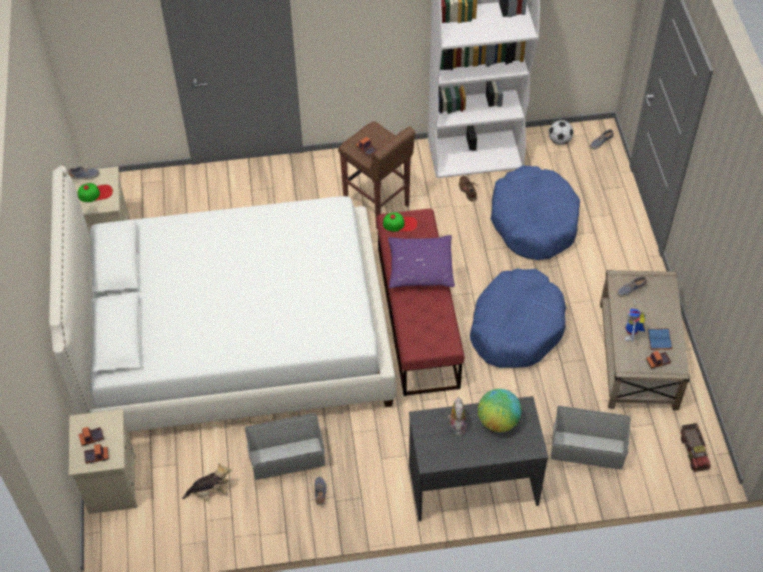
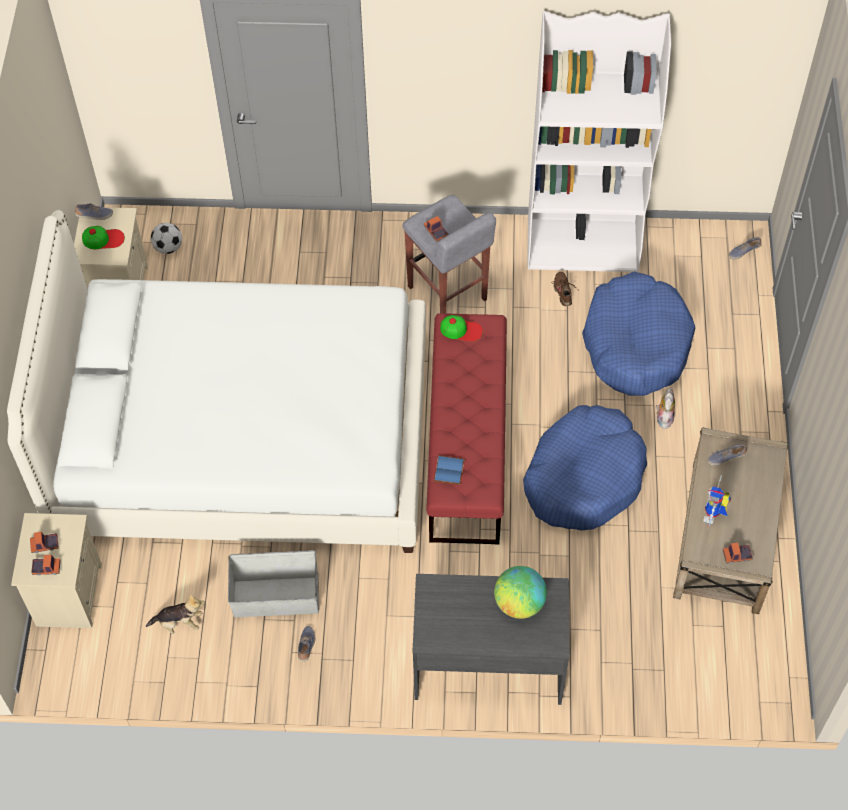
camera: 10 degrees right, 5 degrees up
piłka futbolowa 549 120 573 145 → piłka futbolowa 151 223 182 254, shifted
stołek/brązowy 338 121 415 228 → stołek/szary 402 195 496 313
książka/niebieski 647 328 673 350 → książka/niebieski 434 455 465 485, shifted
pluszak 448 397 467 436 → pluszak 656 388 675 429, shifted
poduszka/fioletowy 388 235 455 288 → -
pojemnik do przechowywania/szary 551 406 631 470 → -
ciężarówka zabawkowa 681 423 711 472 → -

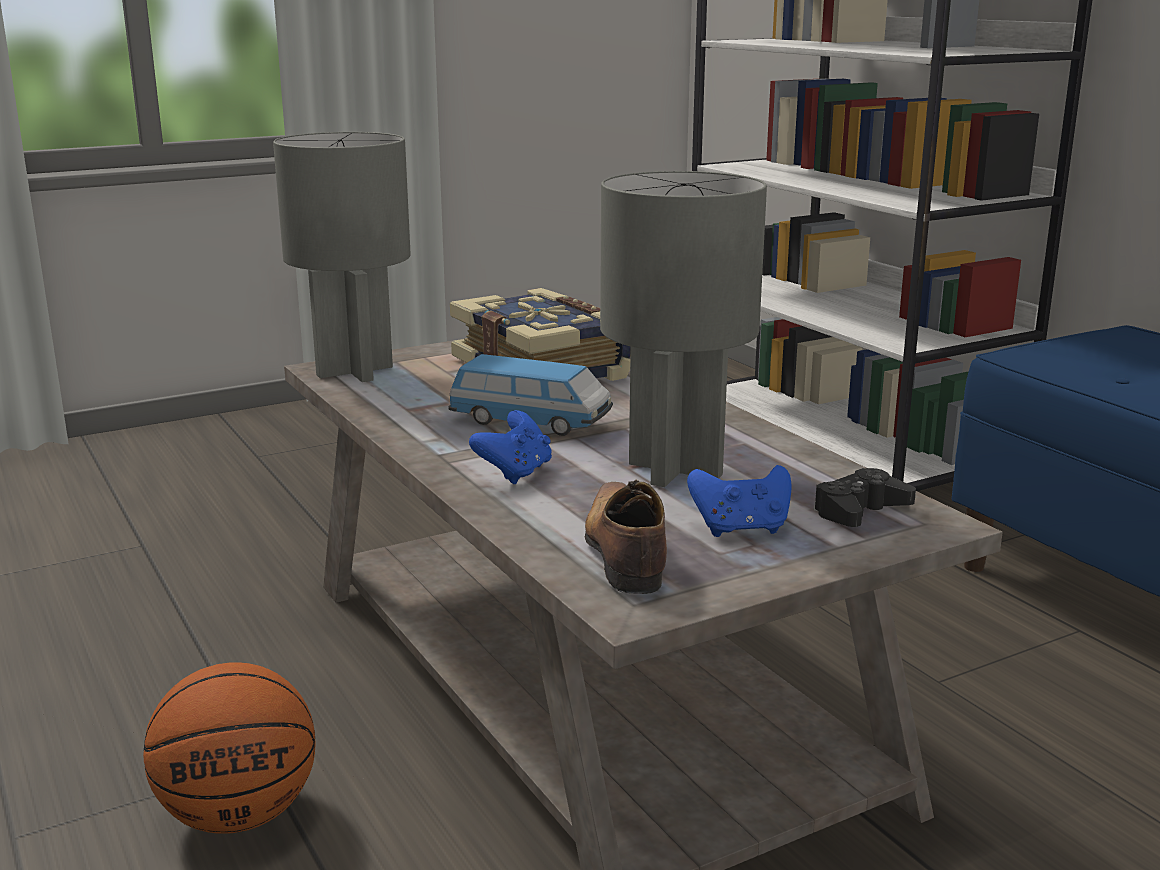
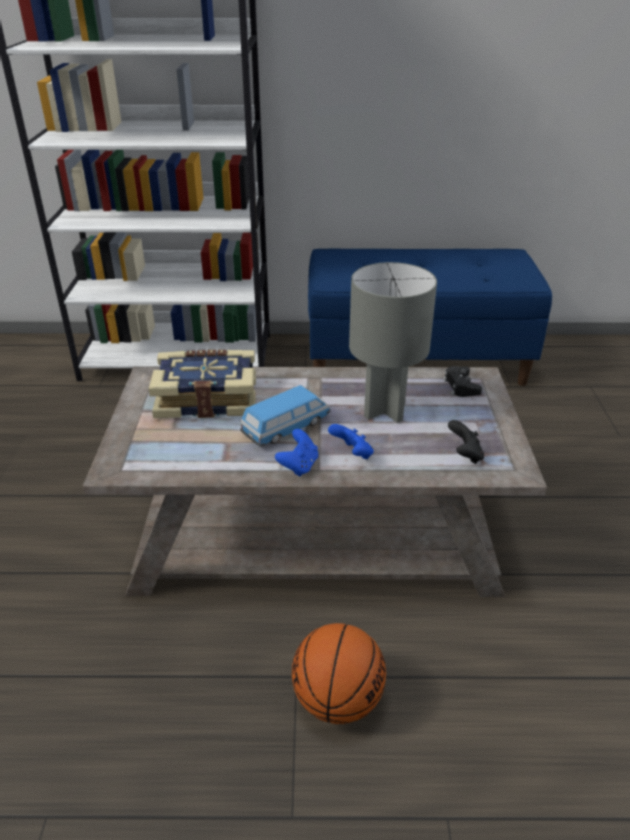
camera: 60 degrees left, 15 degrees up
pad do gier/niebieski 687 465 791 537 → pad do gier/niebieski 275 429 318 477, shifted
but 585 480 667 594 → pad do gier/czarny 448 420 484 464
lampa stołowa/szary 273 132 411 382 → -

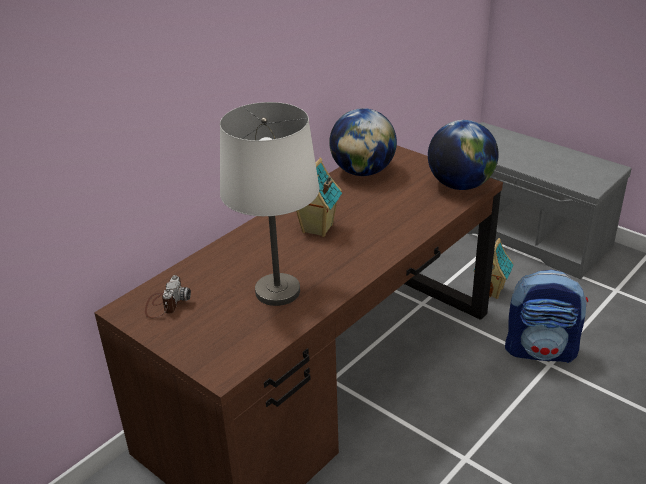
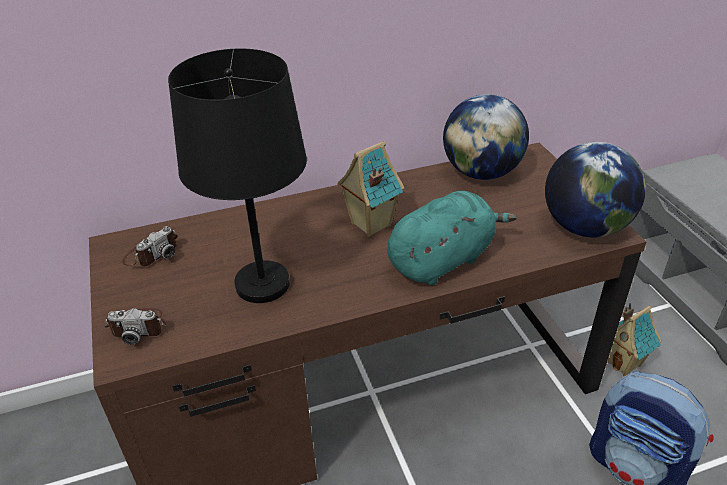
camera: 30 degrees right, 5 degrees up
- → aparat fotograficzny 104 308 167 345
lampa stołowa/biały 220 102 319 306 → lampa stołowa/czarny 168 49 307 303
- → pluszak/turkusowy 387 191 517 285

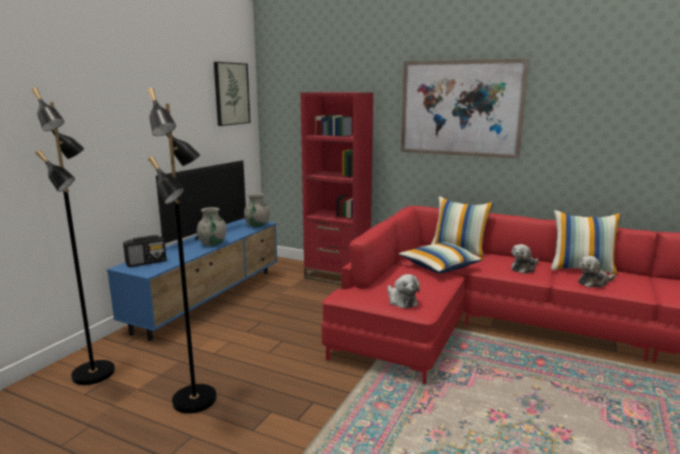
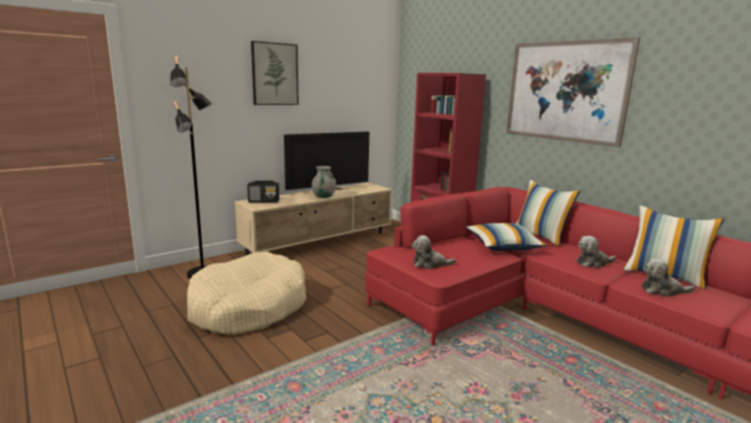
camera: 25 degrees right, 0 degrees up
lampa stojąca/czarny 148 88 217 414 → legowisko/beżowy 187 252 306 335
szafka pod telewizor/niebieski 107 218 278 341 → szafka pod telewizor/beżowy 235 183 392 256
obraz 214 62 251 126 → obraz 251 41 299 105, shifted
pluszak 387 274 420 309 → pluszak 412 235 456 269, 90 degrees clockwise
wazon/szary 244 193 270 227 → -

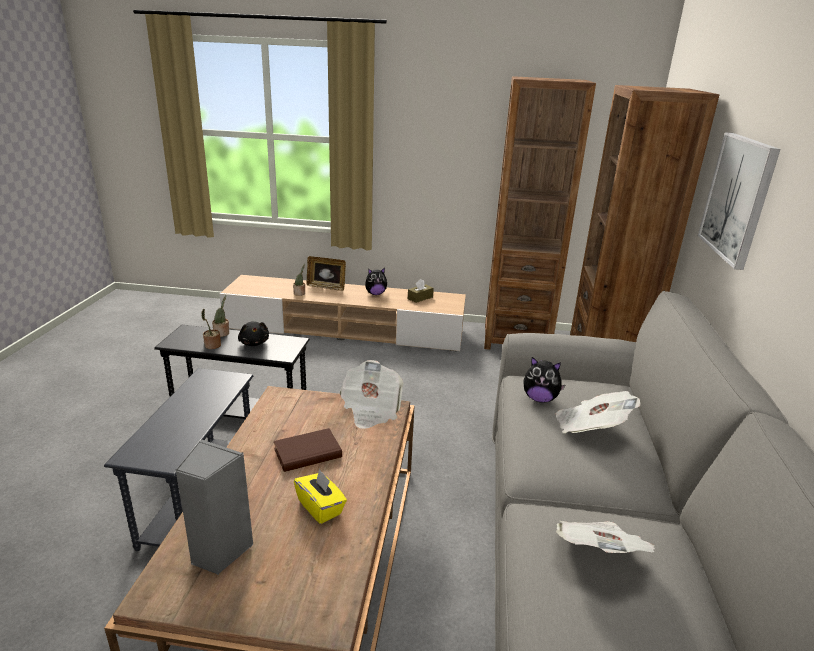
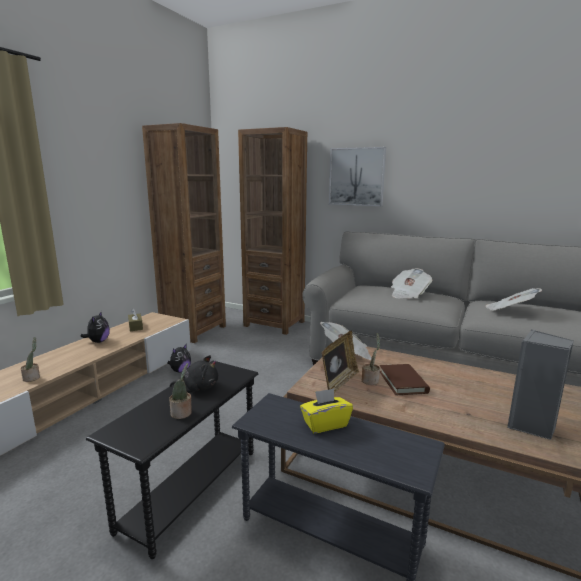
camera: 70 degrees left, 10 degrees down
pluszak 523 357 565 403 → pluszak 167 344 191 373, shifted
pudełko chusteczek/żółty 294 469 347 524 → pudełko chusteczek/żółty 300 388 353 433, shifted
ramka na zdjęcie 306 256 346 291 → ramka na zdjęcie 322 330 359 393, shifted
roślina doniczkowa 212 295 229 337 → roślina doniczkowa 362 333 380 385, shifted

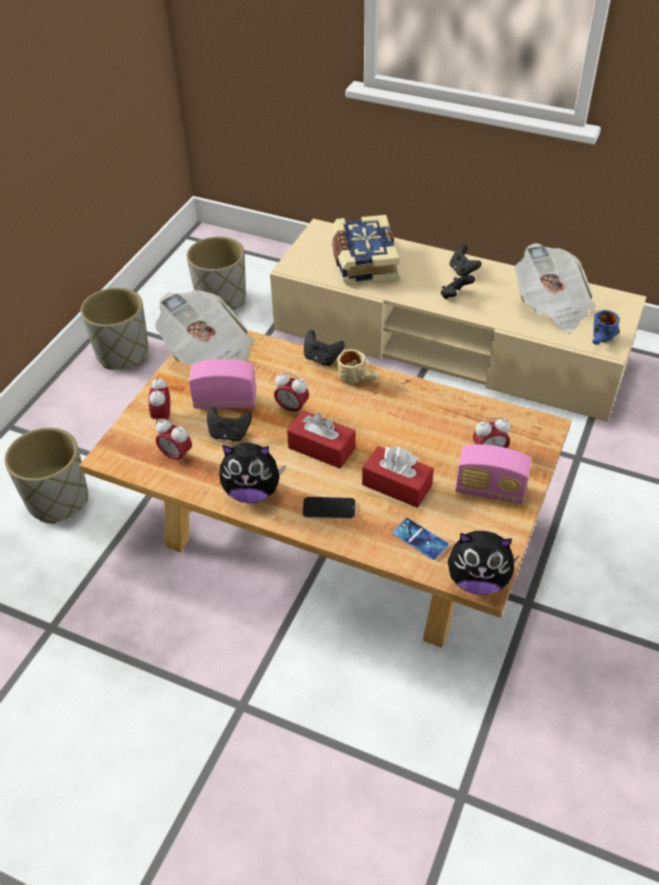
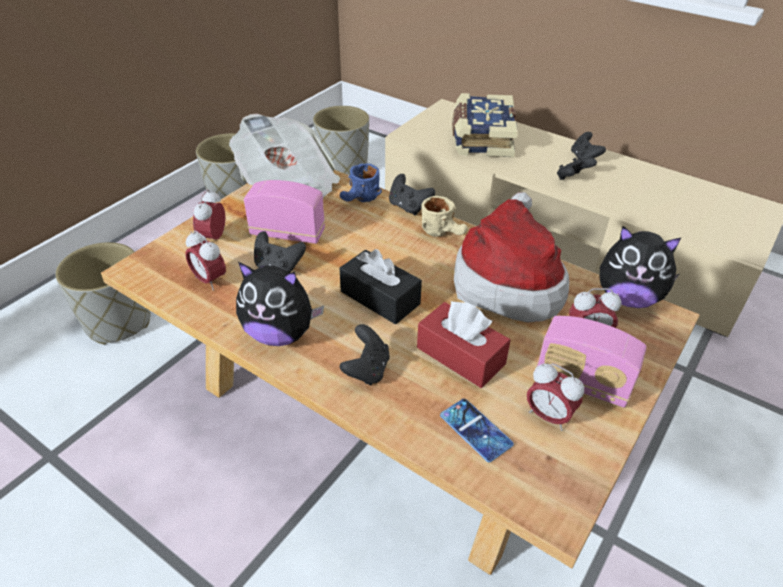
camera: 10 degrees right, 5 degrees down
pudełko chusteczek/czerwony 287 410 356 469 → pudełko chusteczek/czarny 339 249 422 324
kubek/niebieski 592 310 620 345 → kubek/niebieski 340 163 382 202, shifted
telefon 303 497 355 519 → pad do gier/czarny 340 324 390 385
- → kapelusz 454 192 569 322
budzik 274 372 309 414 → budzik 527 363 584 431, shifted
pluszak 448 531 519 595 → pluszak 600 226 681 308, shifted
gazeta 515 243 596 333 → -

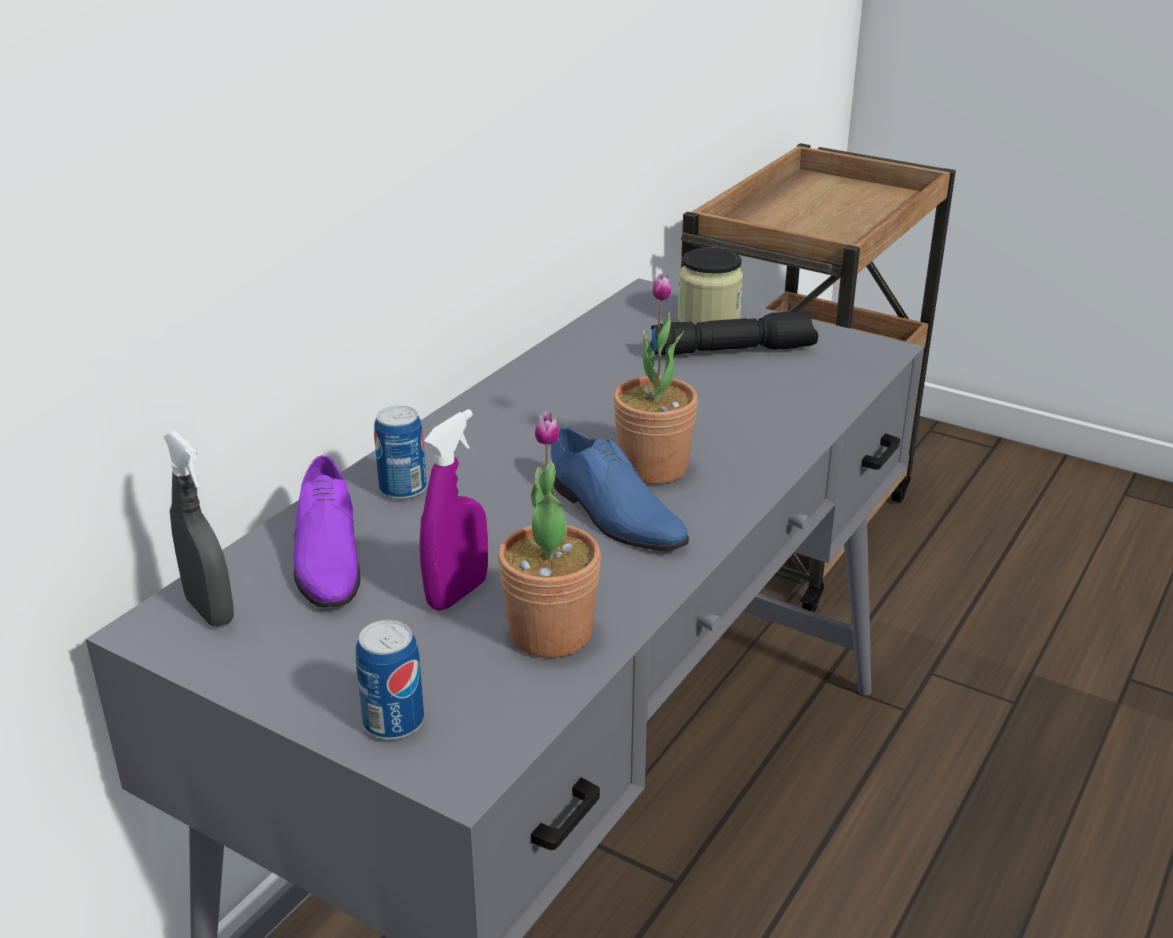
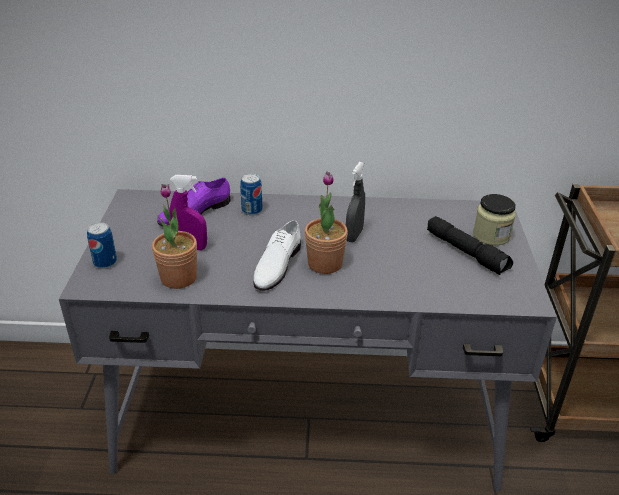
camera: 60 degrees right, 5 degrees up
but/niebieski 551 427 689 551 → but/biały 253 220 301 291
spryskiwacz/szary 164 431 234 627 → spryskiwacz/szary 346 162 365 242, shifted

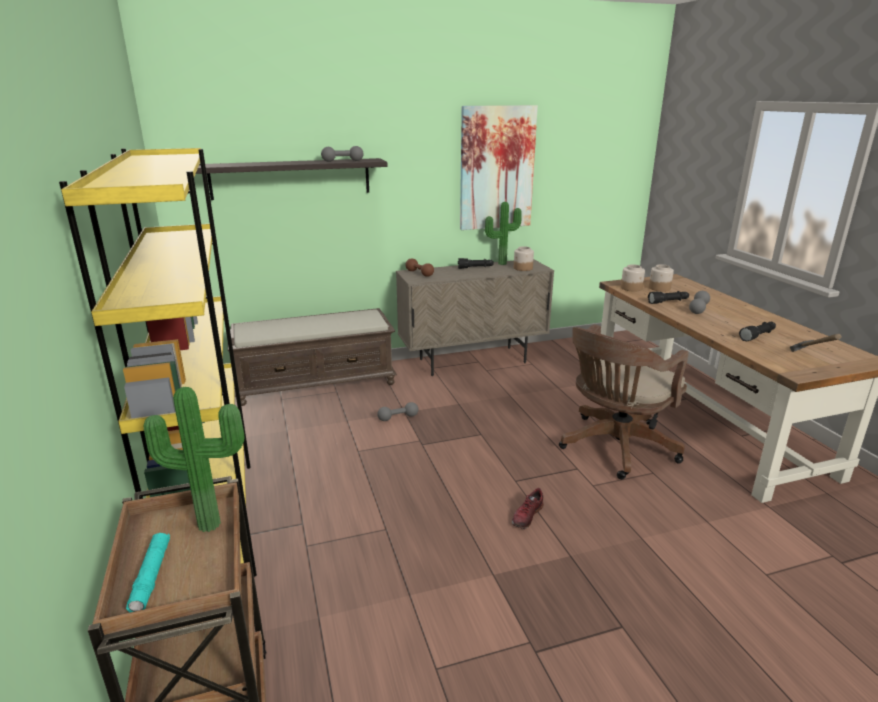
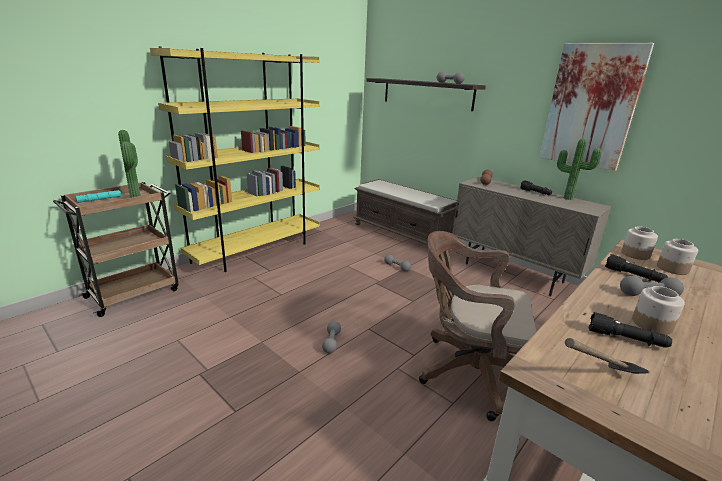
camera: 60 degrees right, 0 degrees up
but 512 488 544 529 → hantel/szary 322 321 341 353
słoik 514 246 534 271 → słoik 632 286 685 335, shifted

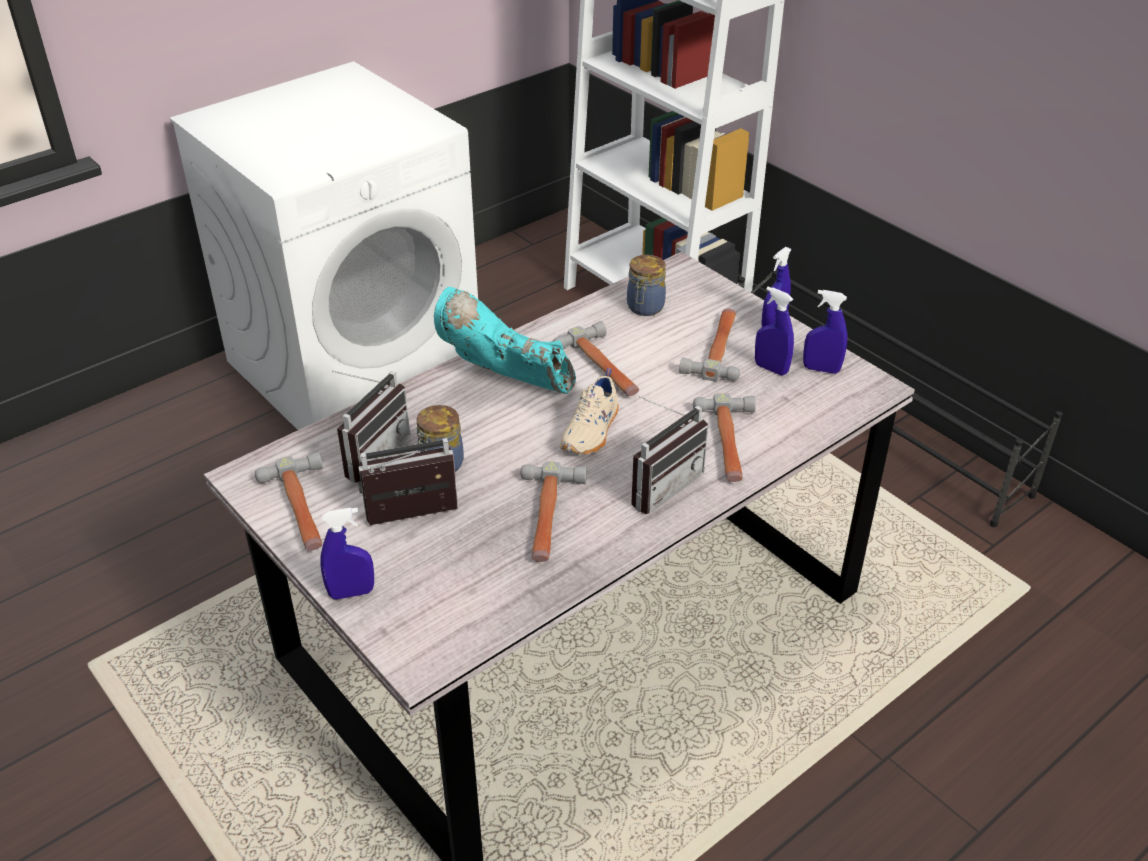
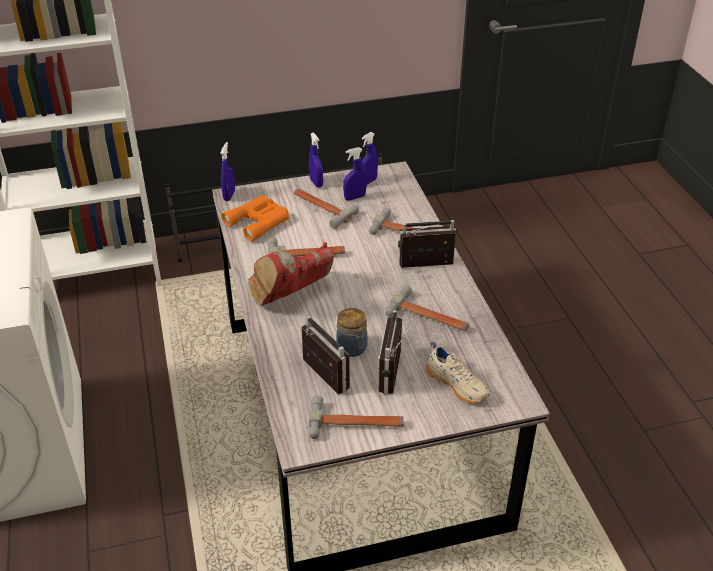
camera: 65 degrees left, 0 degrees up
spryskiwacz/niebieski 320 507 374 600 → spryskiwacz/niebieski 220 142 235 201, shifted
słoik 627 255 666 316 → lornetka/pomarańczowy 222 196 289 241
but z cholewką/turkusowy 434 287 576 394 → but z cholewką/czerwony 249 242 335 306
radio 631 396 708 514 → radio 398 220 456 268, 75 degrees counterclockwise
but/beżowy 560 368 619 454 → but/beżowy 426 341 489 404, shifted

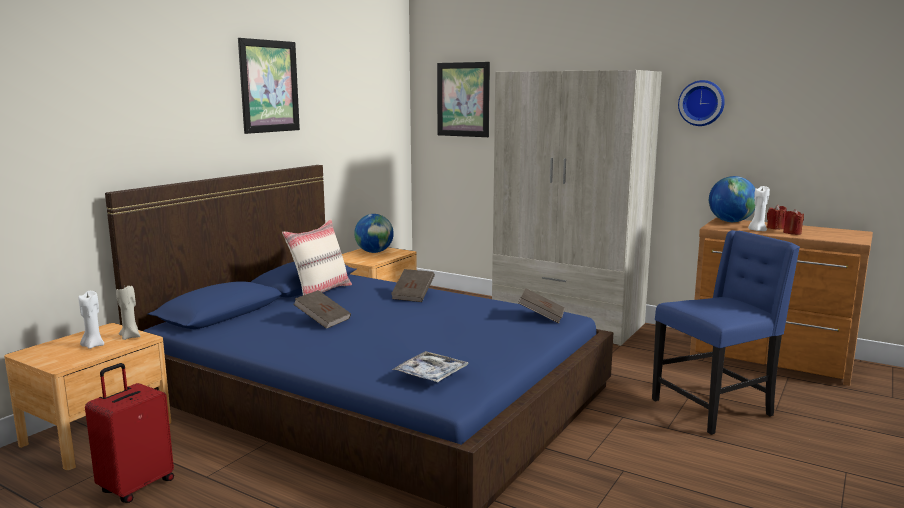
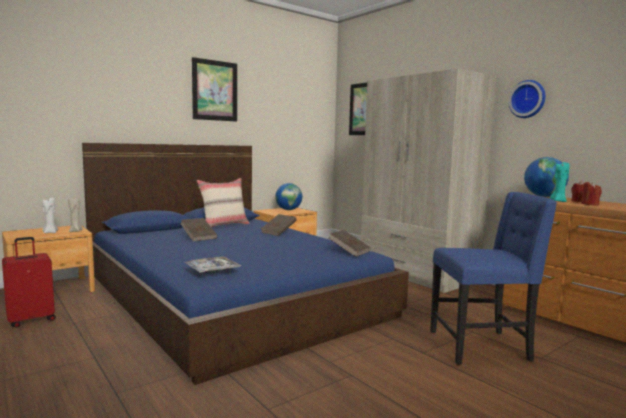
camera: 20 degrees right, 5 degrees down
świeca/biały 748 186 770 231 → świeca/turkusowy 550 162 569 202

